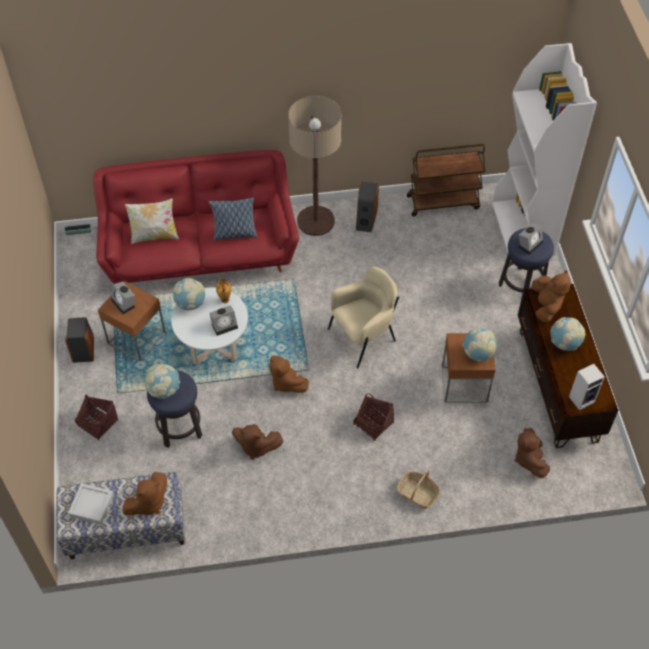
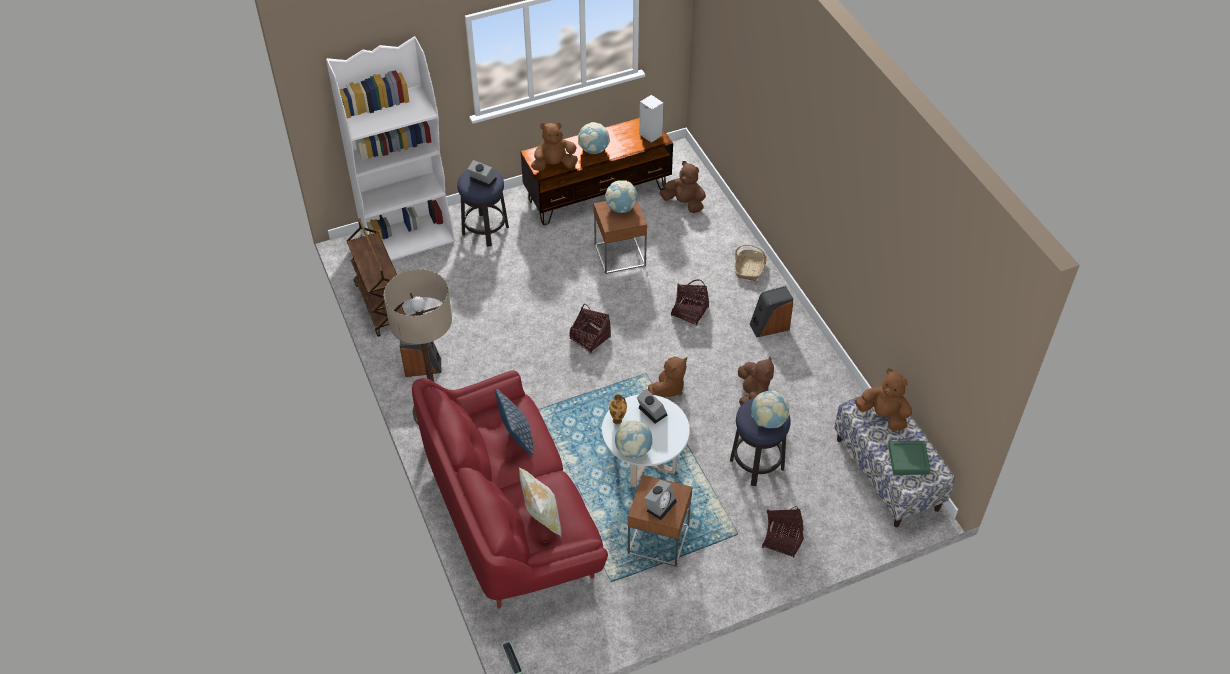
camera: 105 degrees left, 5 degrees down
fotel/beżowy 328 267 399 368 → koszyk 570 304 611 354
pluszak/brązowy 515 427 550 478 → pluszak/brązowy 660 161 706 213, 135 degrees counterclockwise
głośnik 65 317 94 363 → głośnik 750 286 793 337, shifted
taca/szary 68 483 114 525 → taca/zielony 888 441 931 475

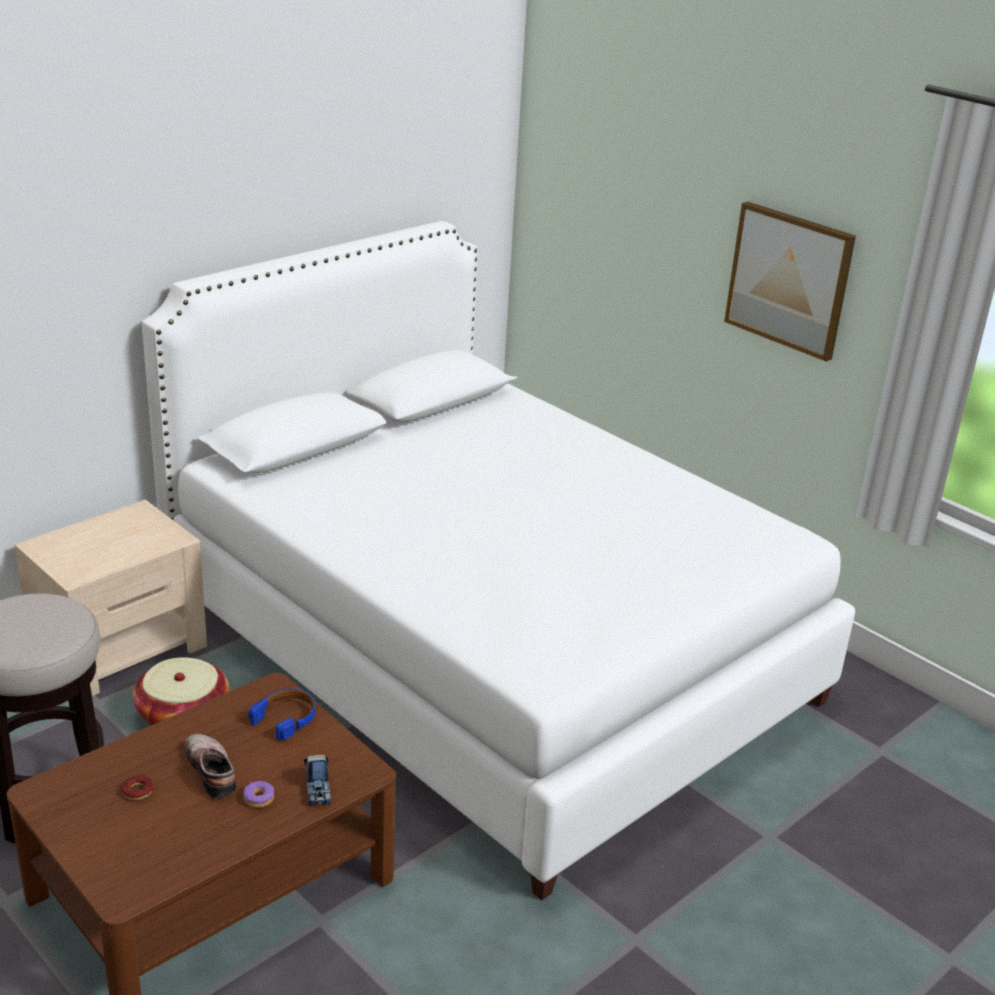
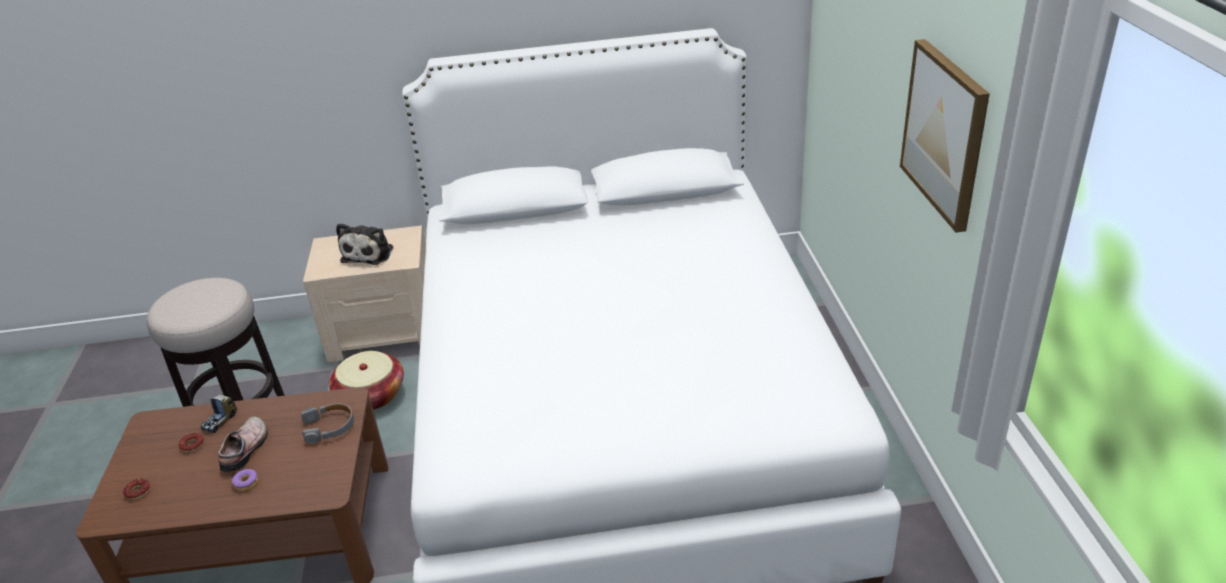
camera: 40 degrees right, 5 degrees up
- → donut 123 479 150 500
ciężarówka zabawkowa 304 755 331 806 → ciężarówka zabawkowa 201 395 237 433, shifted
słuchawki/niebieski 249 689 315 740 → słuchawki/szary 301 403 354 444
- → pluszak 336 223 393 265

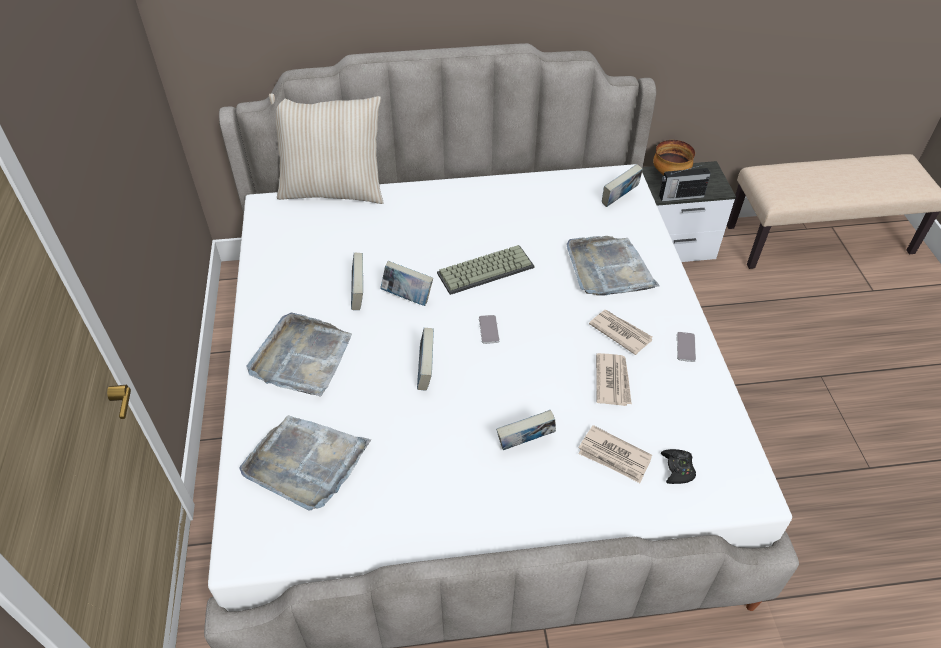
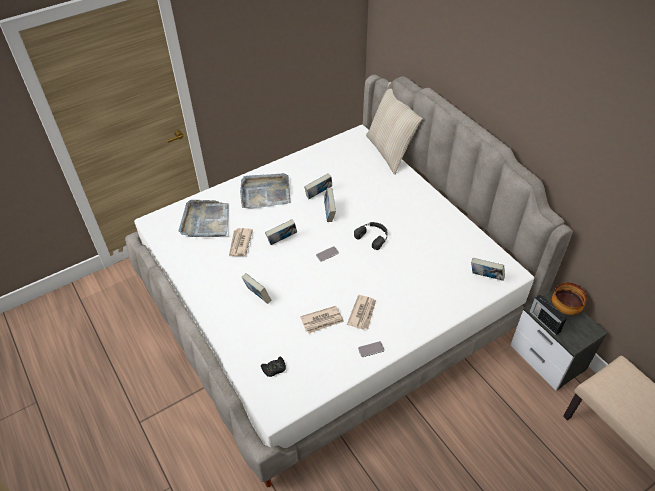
camera: 65 degrees right, 0 degrees up
gazeta 579 425 652 483 → gazeta 229 228 253 256, shifted
klawiatura 437 245 534 295 → słuchawki/czarny 354 222 388 250
taca/szary 566 236 660 296 → -

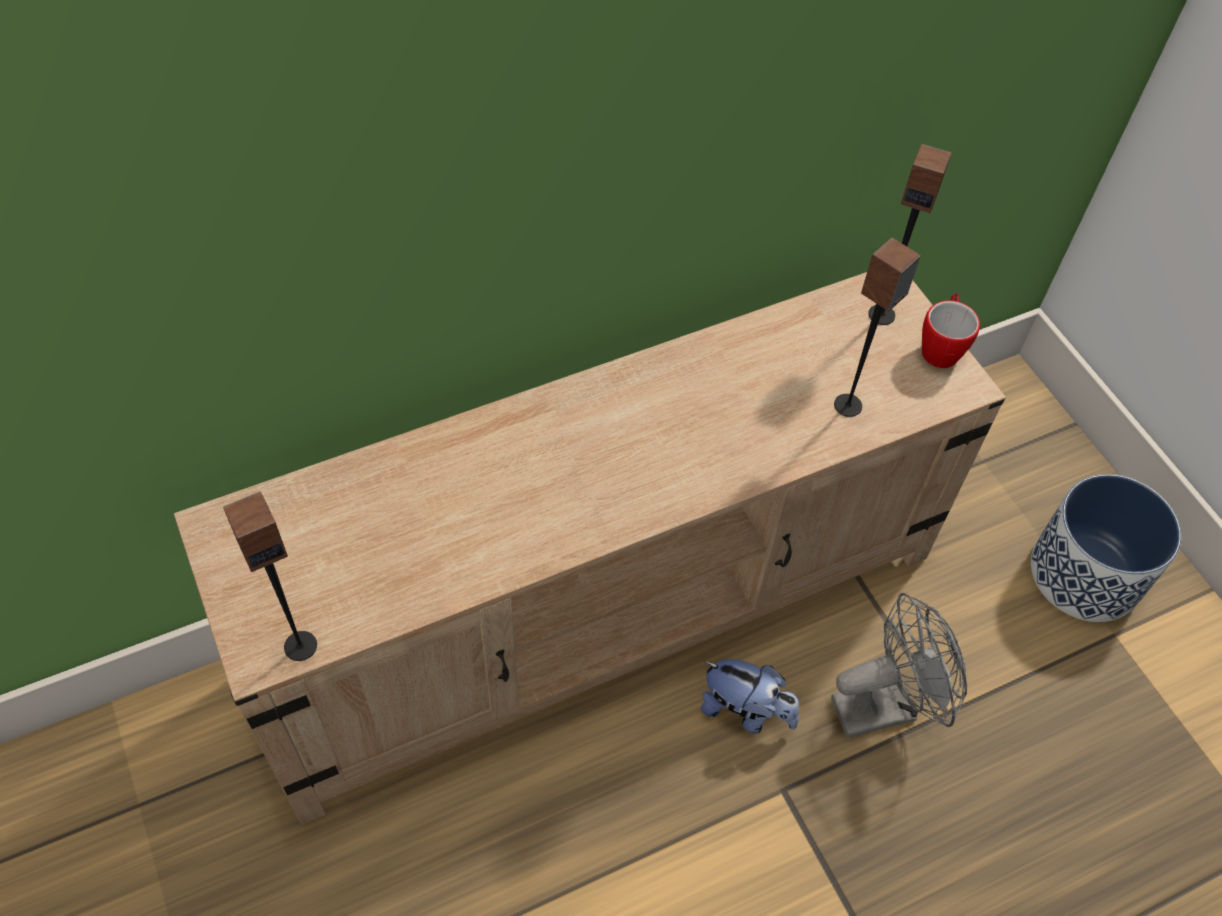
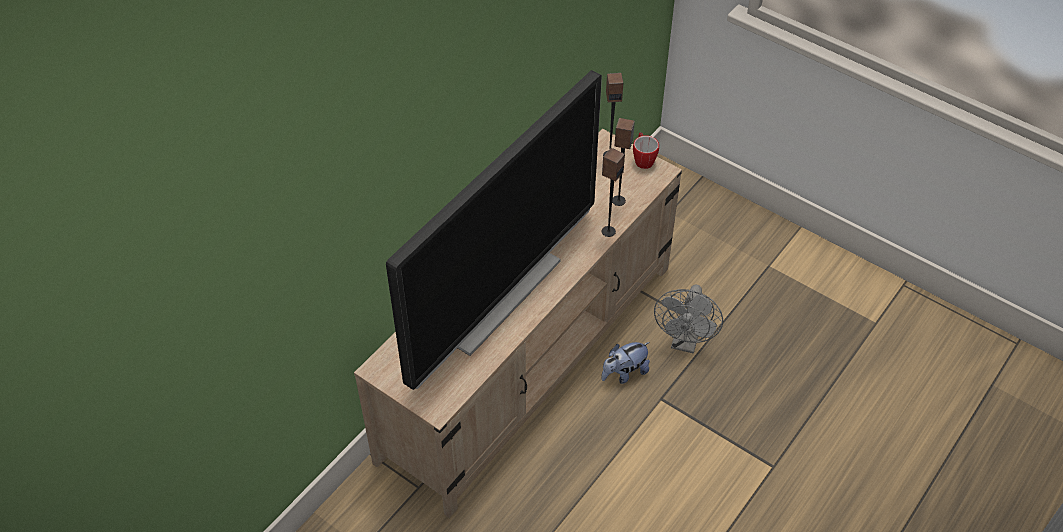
camera: 25 degrees left, 5 degrees down
- → telewizor 386 70 602 390
głośnik 223 491 317 661 → głośnik 602 148 625 237, shifted
pluszak 701 659 799 734 → pluszak 602 342 650 384, 150 degrees clockwise
wentylator/szary 831 593 967 738 → wentylator/szary 654 285 723 354, 150 degrees clockwise
donica 1031 474 1181 622 → -

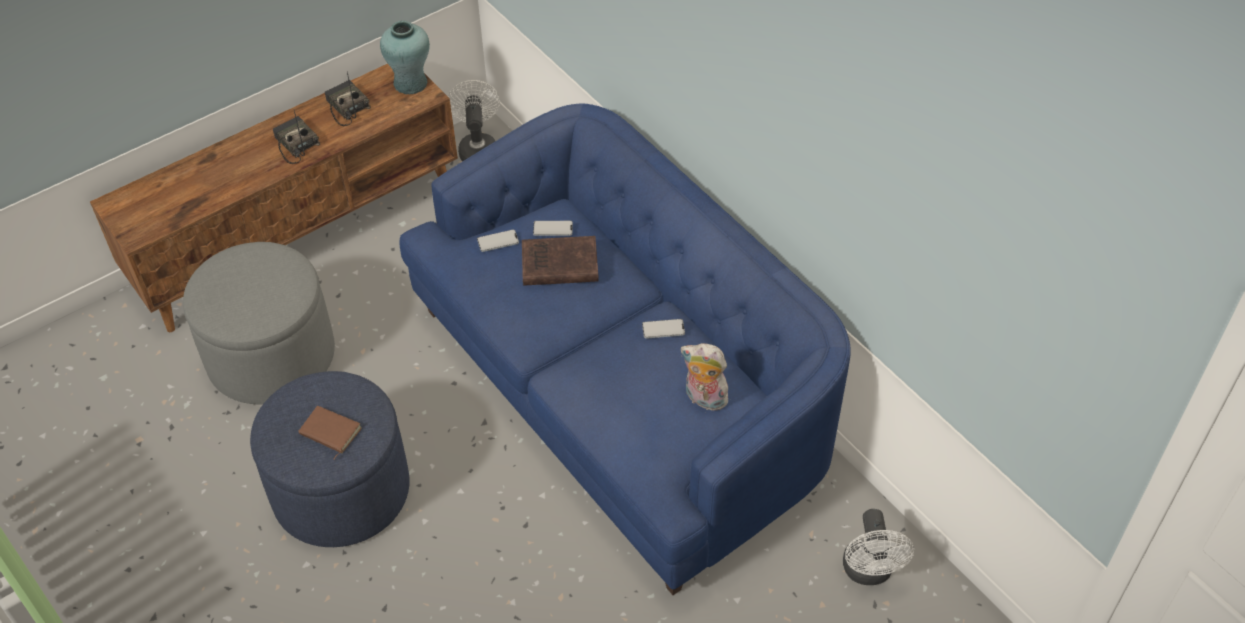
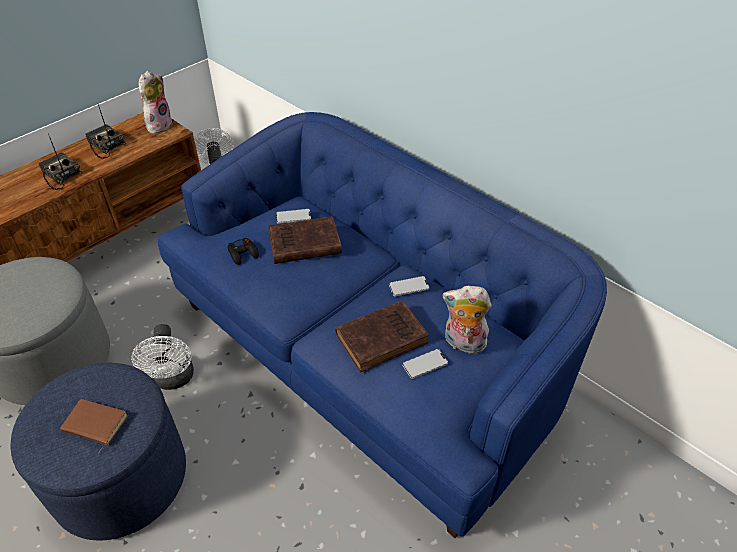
camera: 10 degrees left, 5 degrees down
wentylator/biały 843 509 914 585 → wentylator/biały 131 324 194 390, shifted
wazon/turkusowy 380 21 430 94 → pluszak 139 70 173 134
- → pad do gier/czarny 228 237 259 265
- → książka/brązowy 335 300 429 372
telefon 477 230 519 252 → telefon 402 349 448 379, shifted

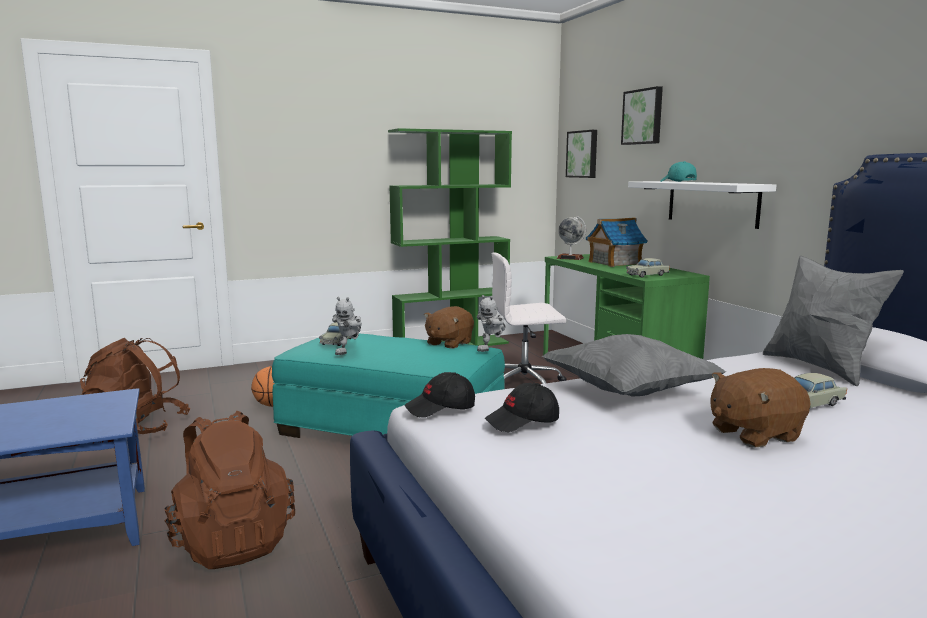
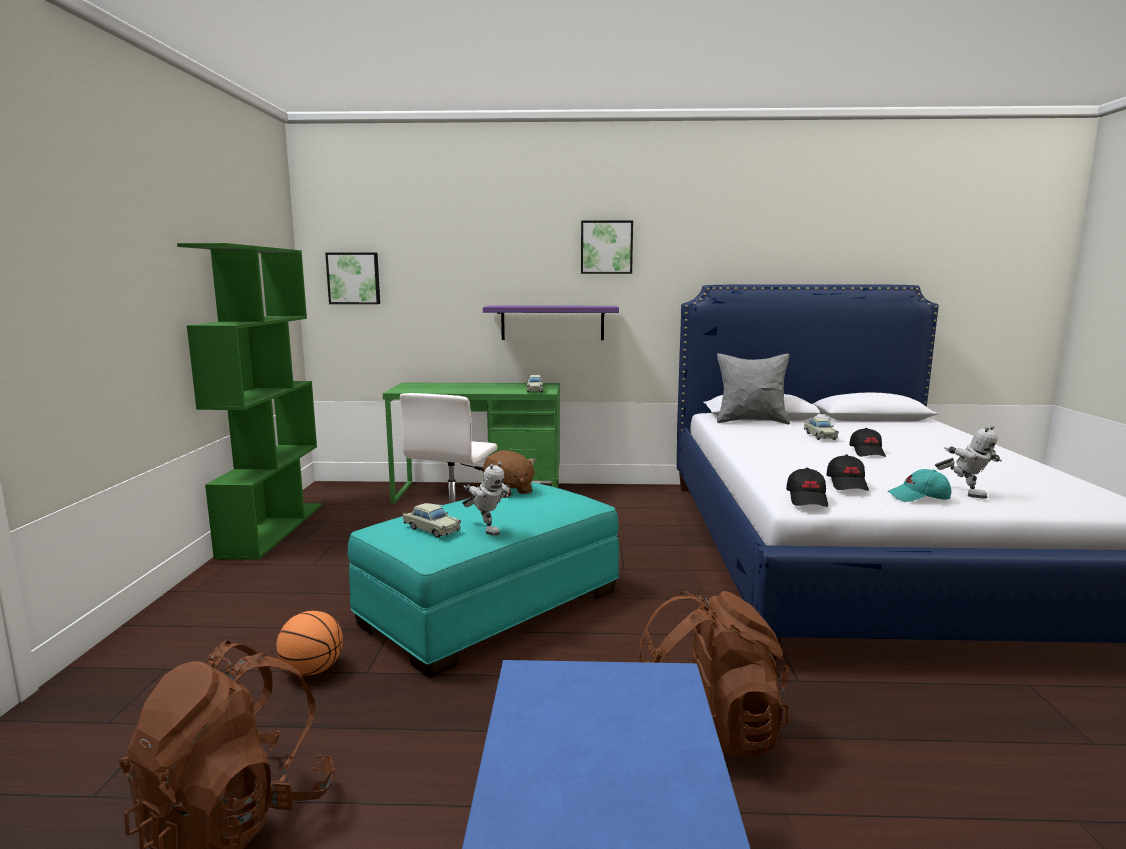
camera: 65 degrees left, 0 degrees up
półka/biały 628 181 776 229 → półka/fioletowy 483 306 619 340
obraz 621 86 663 145 → obraz 581 220 633 274, shifted
pluszak/brązowy 710 368 811 447 → czapka z daszkiem/czarny 849 428 886 457
czapka z daszkiem/turkusowy 661 161 697 182 → czapka z daszkiem/turkusowy 888 469 951 502, shifted
robot zabawkowy 477 295 506 352 → robot zabawkowy 935 425 1002 498, shifted
poduszka/szary 542 334 726 397 → -
globus 557 216 586 260 → -
domek 586 218 647 267 → -

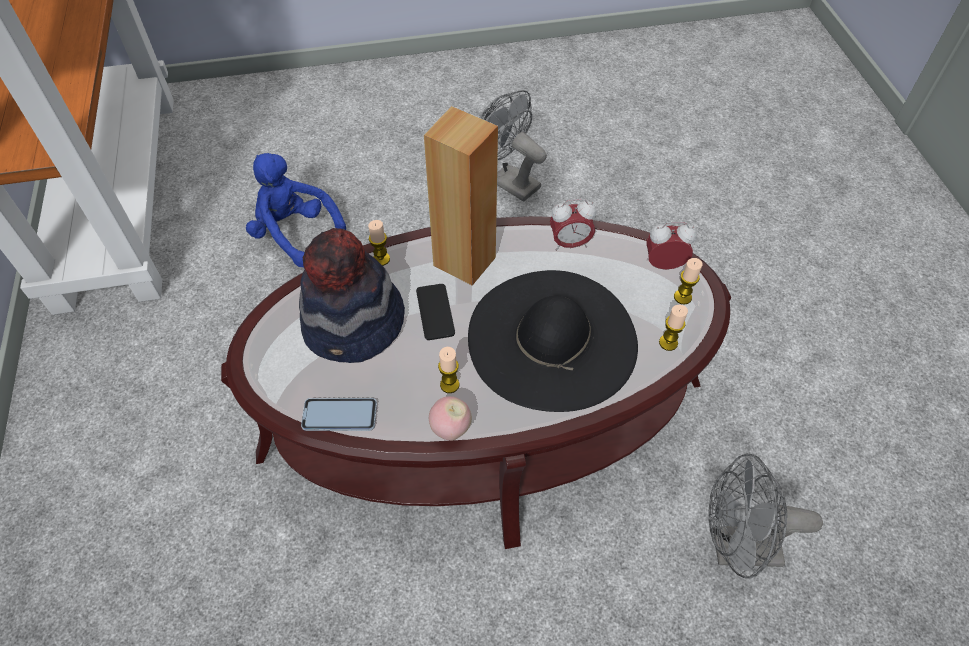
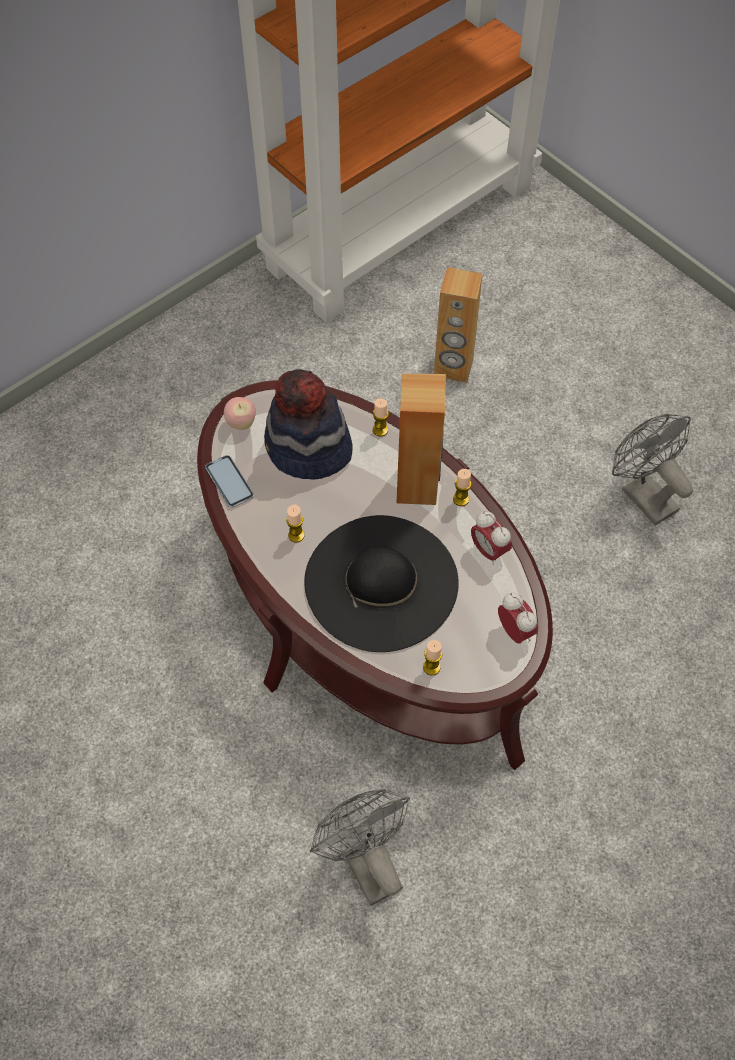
camera: 60 degrees right, 5 degrees up
jabłko 429 396 472 441 → jabłko 224 397 256 430, shifted
pluszak/niebieski 246 153 346 267 → głośnik/brązowy 434 267 482 383
świeca 674 258 702 305 → świeca 453 469 471 506, shifted
wentylator/szary 479 90 547 202 → wentylator/szary 612 414 693 525, 45 degrees counterclockwise
telefon 416 284 455 340 → -

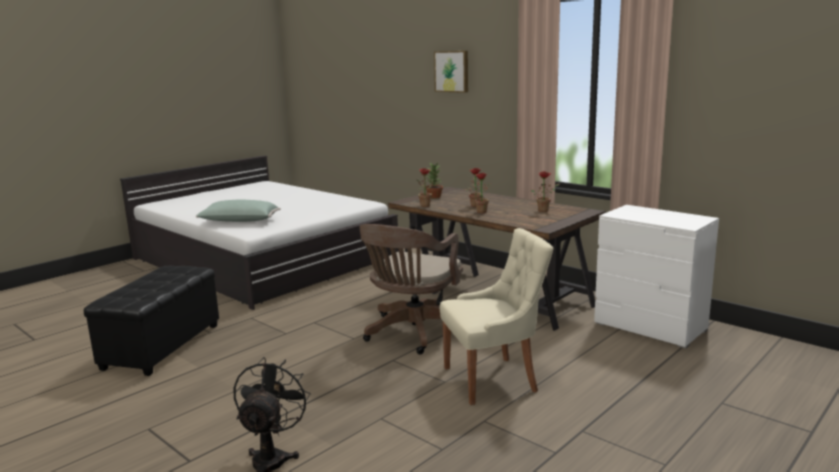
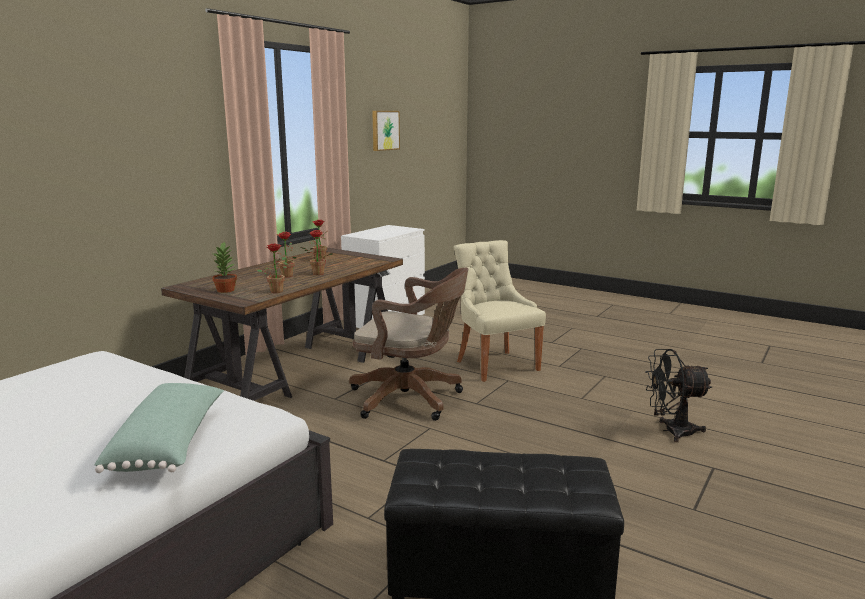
camera: 100 degrees left, 0 degrees up
obraz 434 51 468 93 → obraz 372 111 400 151, shifted

